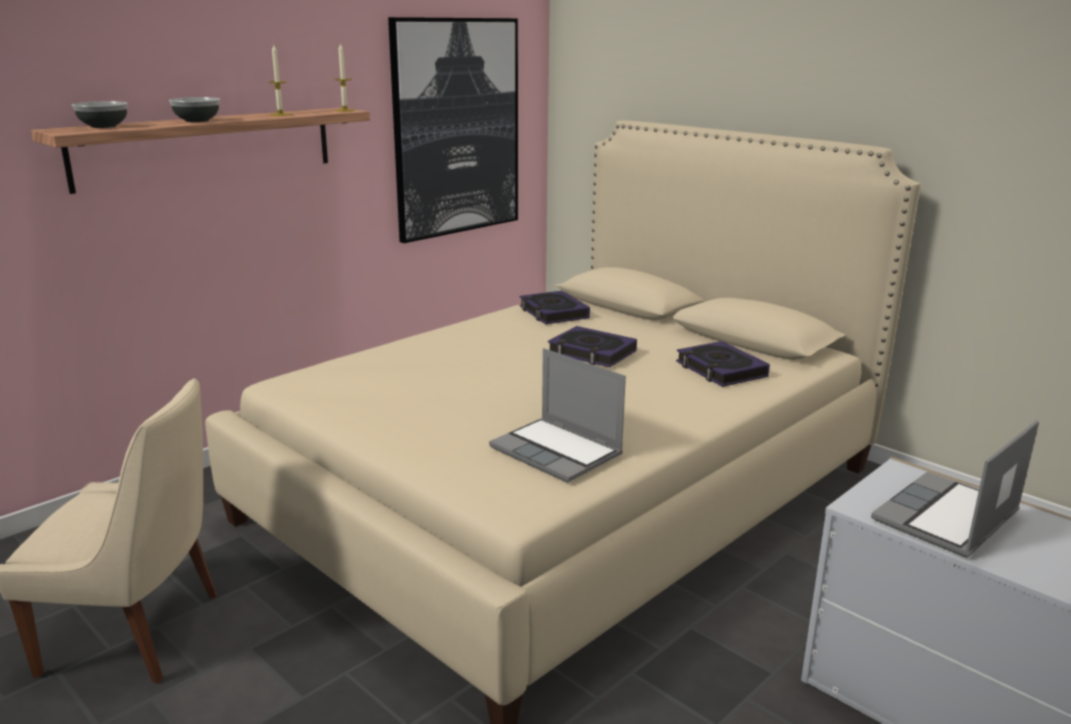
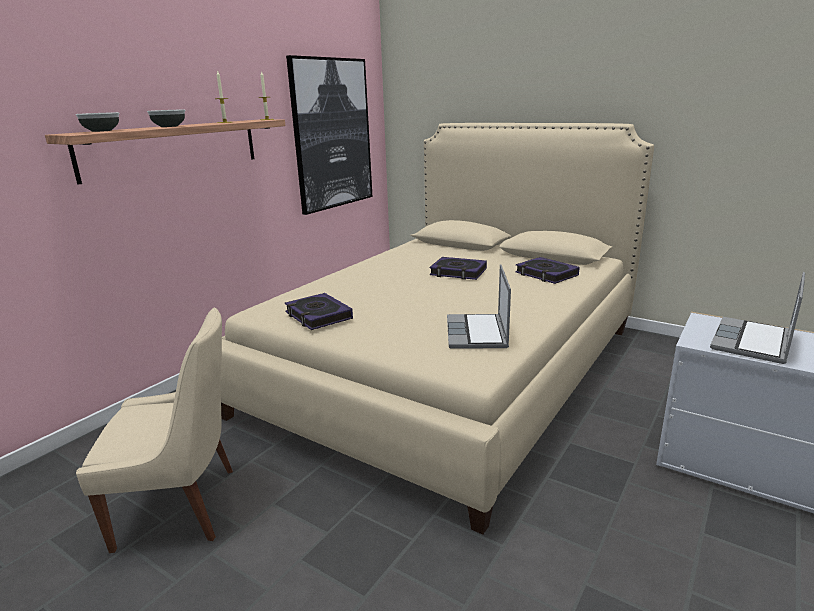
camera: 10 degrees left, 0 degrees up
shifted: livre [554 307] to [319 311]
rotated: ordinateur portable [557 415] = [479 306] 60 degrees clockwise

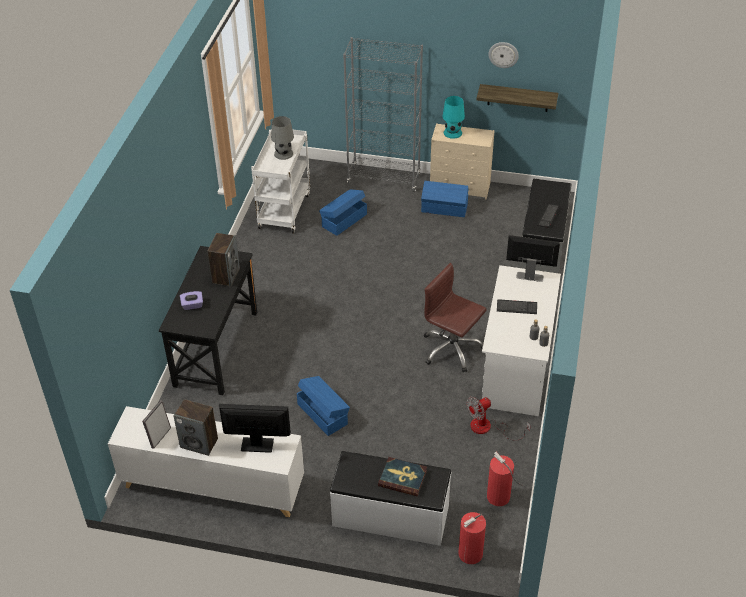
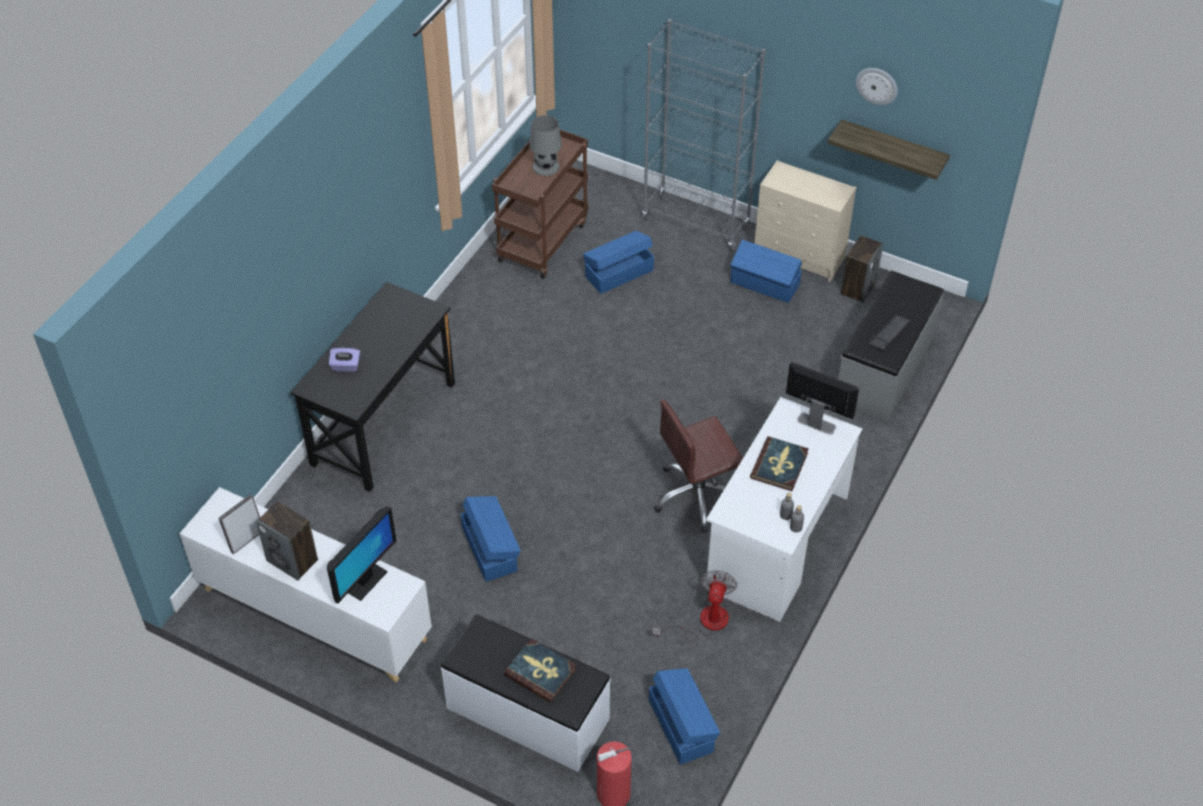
camera: 15 degrees right, 5 degrees up
gone: lampe de table [turquoise] [453 117]
shifted: enceinte [223 260] to [862 269]
swapped: clavier [517 306] to livre [779 463]; extincteur [505 479] to boîte de rangement [bleu] [684 716]
repainted: chariot [blanc] [280 182] to chariot [marron] [540 204]
rotated: chaise de bureau [marron] [455 317] = [698 466] 75 degrees counterclockwise; ventilateur [499 419] = [694 606] 120 degrees clockwise; écran d'ordinateur [255 428] = [362 555] 105 degrees clockwise

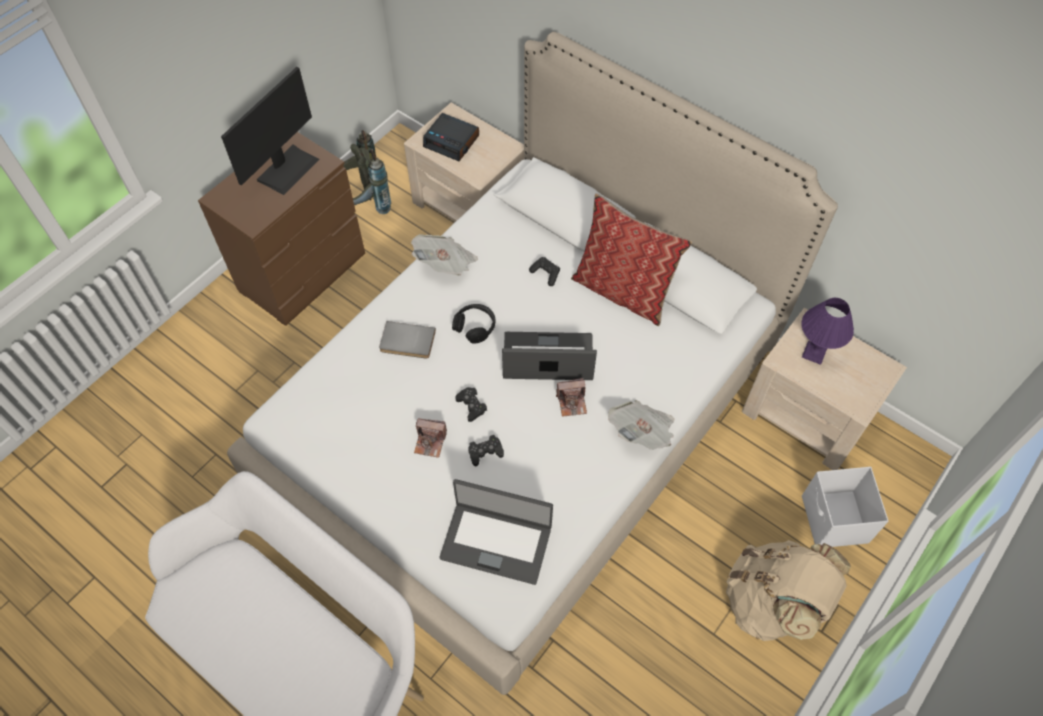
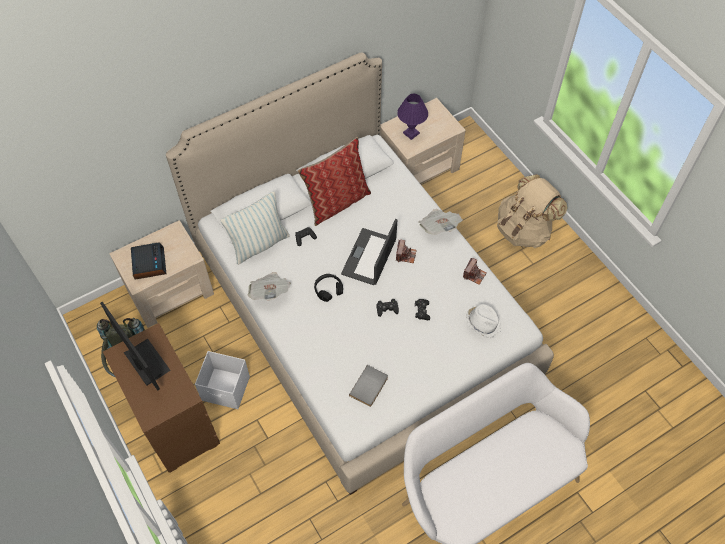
camera: 70 degrees left, 0 degrees up
new: coussin [255 228]
shifted: livre [gris] [407 340] to [368 386]; appareil photo [430 438] to [474 271]; boîte de rangement [blanc] [845 507] to [222 380]
swapped: ordinateur portable [496 532] to chapeau [blanc] [483 321]
rotated: réveil [451 137] = [148 261] 60 degrees counterclockwise

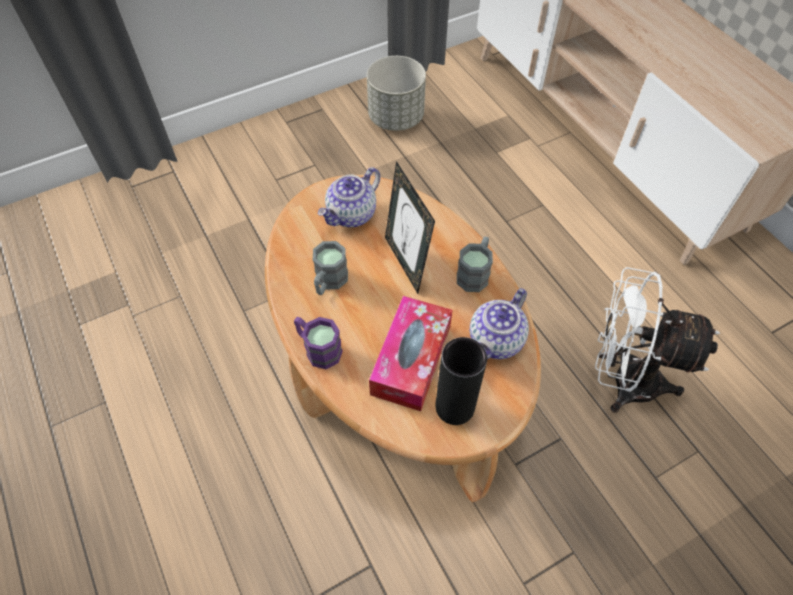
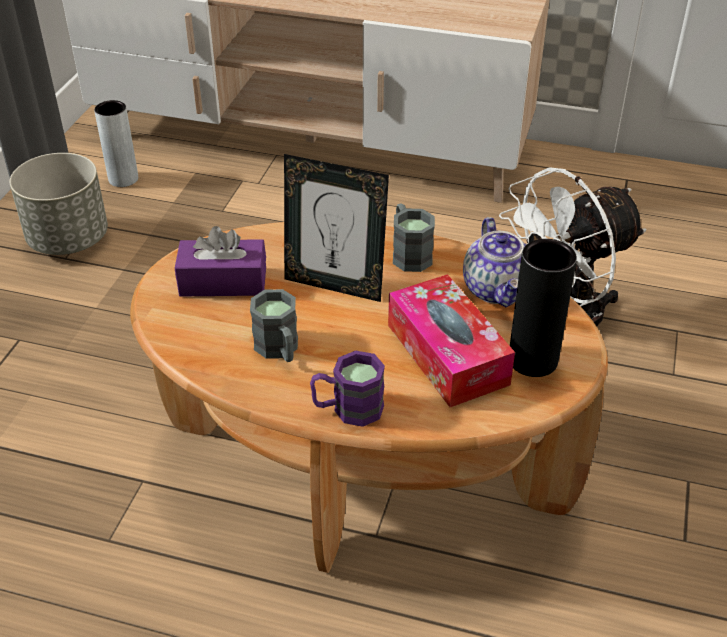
camera: 45 degrees left, 15 degrees down
new: vase [gris] [116 143]
swapped: théière [349 197] to boîte à mouchoirs [violet] [220 261]

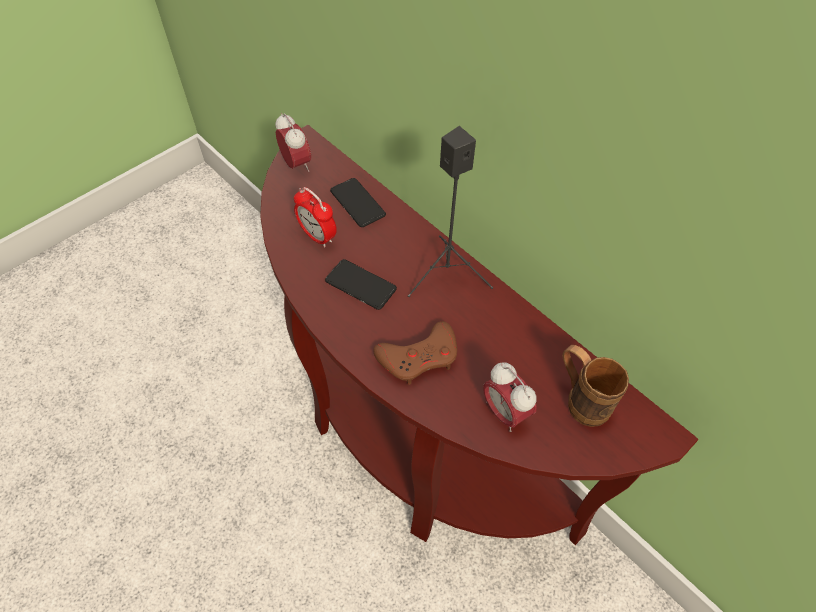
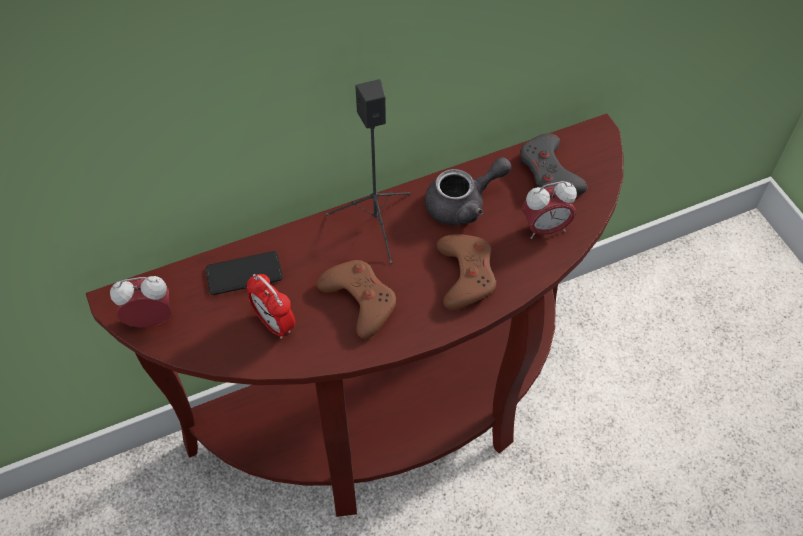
camera: 70 degrees left, 0 degrees up
new: théière [gris] [468 191]
swapped: téléphone [361 284] to manette [marron] [356 299]; mug [marron] [595 386] to manette [gris] [554 164]
rotated: réveil [315 217] = [271 306] 75 degrees clockwise

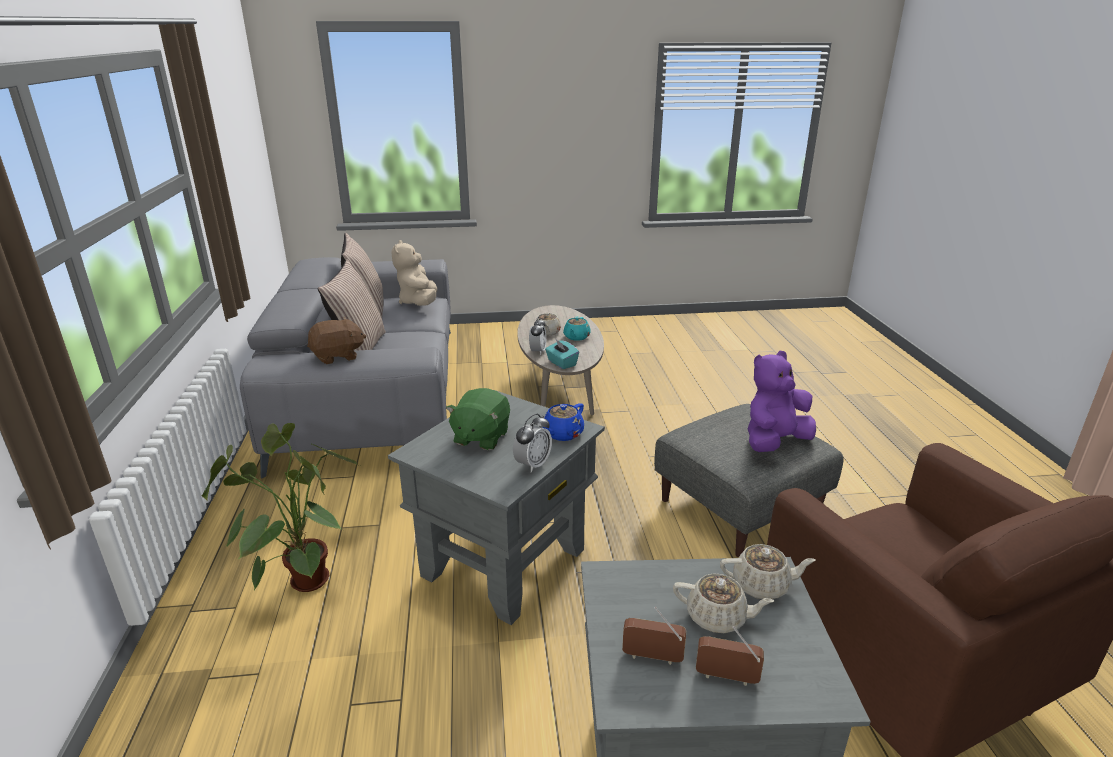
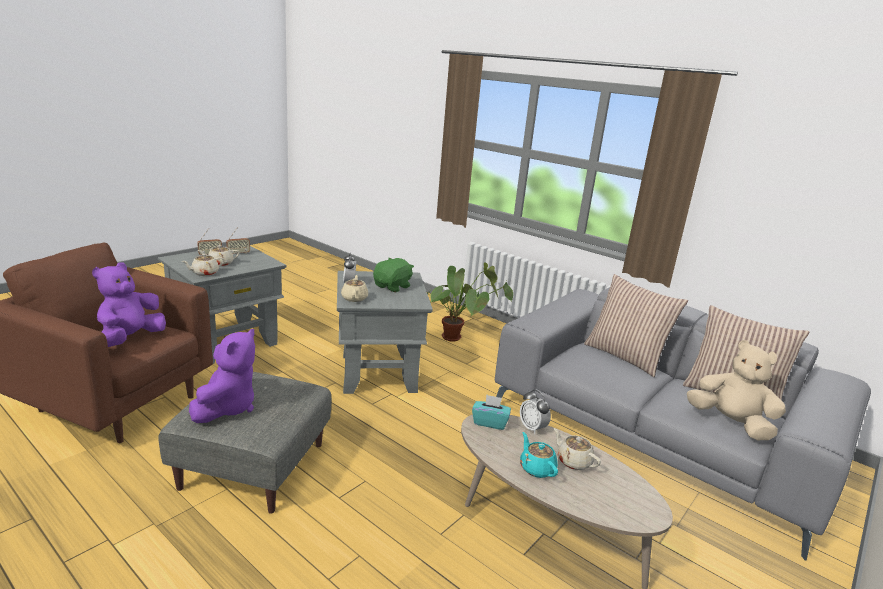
camera: 135 degrees right, 5 degrees down
gone: peluche [marron] [336 340]
new: peluche [violet] [129 305]
repainted: théière [bleu] [563 422] to théière [beige] [354 288]
rotated: peluche [vert] [478 419] = [393 275] 60 degrees clockwise

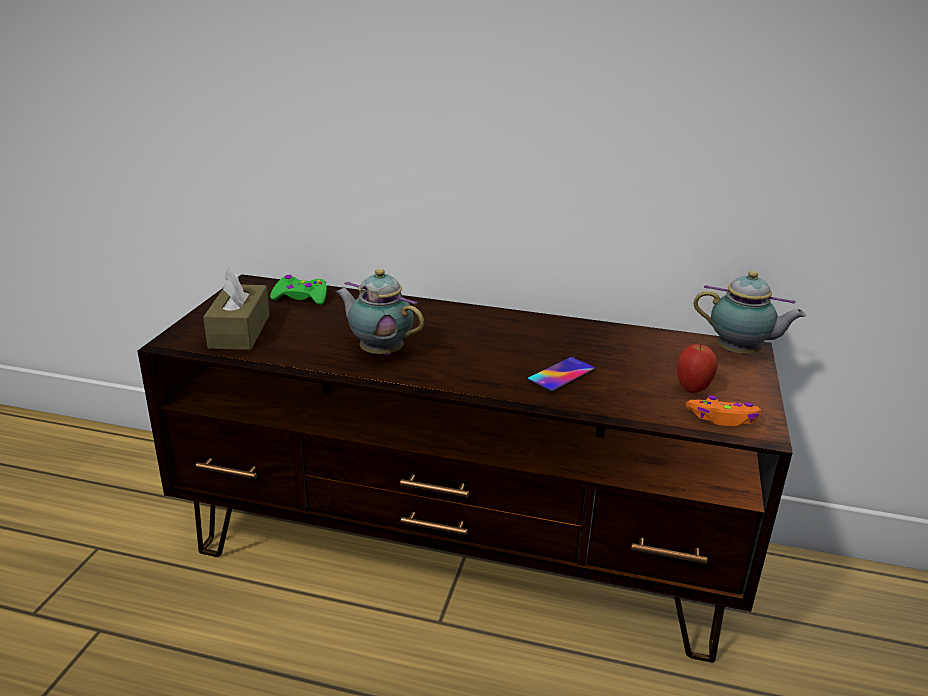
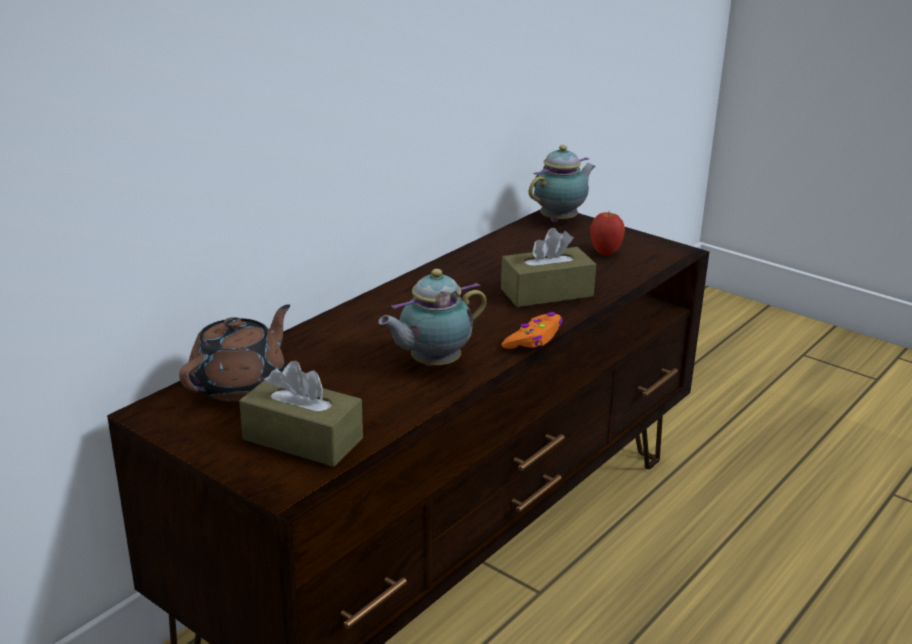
camera: 65 degrees left, 0 degrees up
shifted: manette [orange] [723 410] to [532 330]
swapped: manette [vert] [298 290] to théière [marron] [234 353]; téléphone [561 374] to boîte à mouchoirs [marron] [548 267]

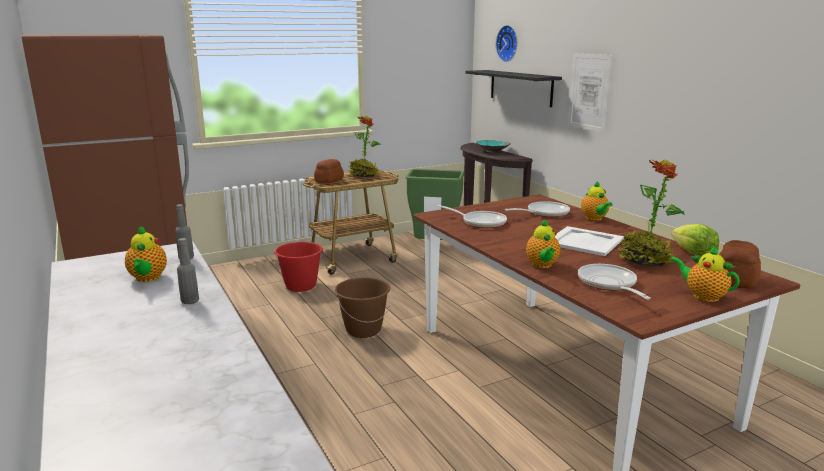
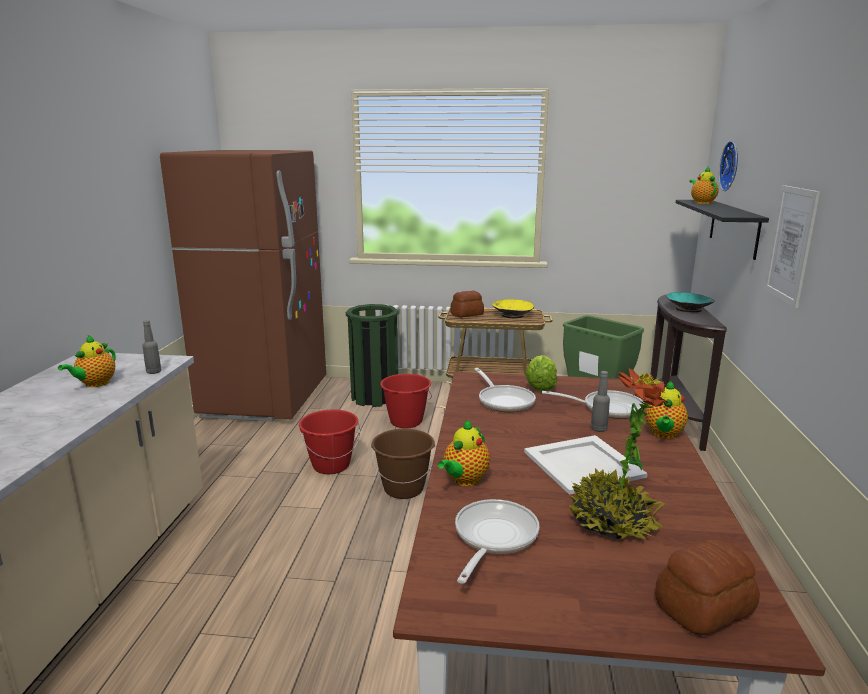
camera: 35 degrees right, 0 degrees up
new: poubelle [vert] [372 355]; seau [rouge] [329 442]
shifted: laitue [695 240] to [541 373]; bouteille [gris] [188 271] to [600 401]; théière [705 273] to [704 185]
swapped: plante en pot [364 146] to bol [jaune] [513 308]

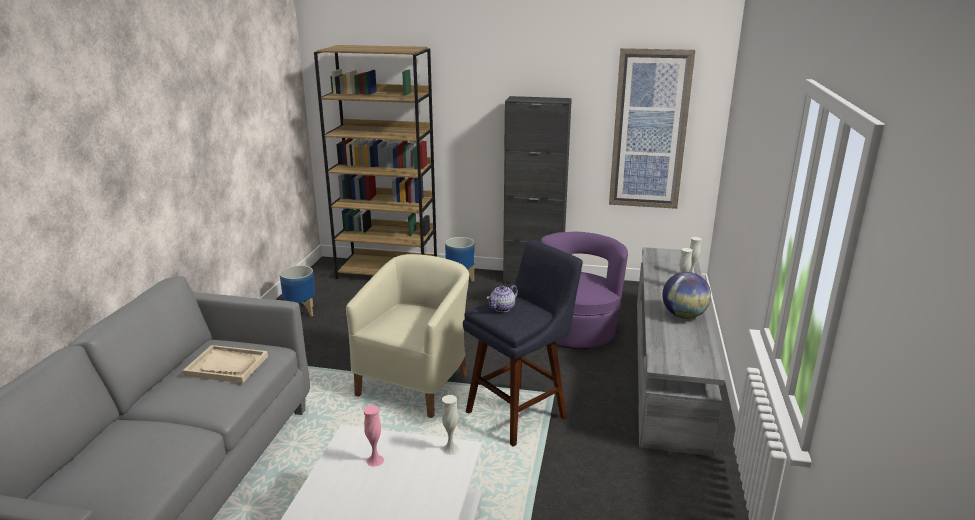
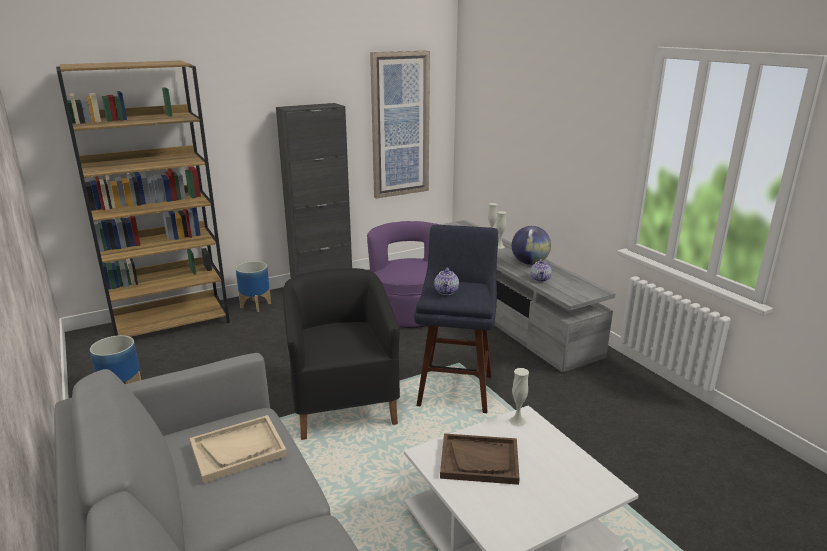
camera: 40 degrees left, 0 degrees up
new: théière [541 270]
swapped: vase [rose] [374 436] to plateau [marron] [480 459]
repainted: fauteuil [beige] [407 336] to fauteuil [noir] [341 354]

